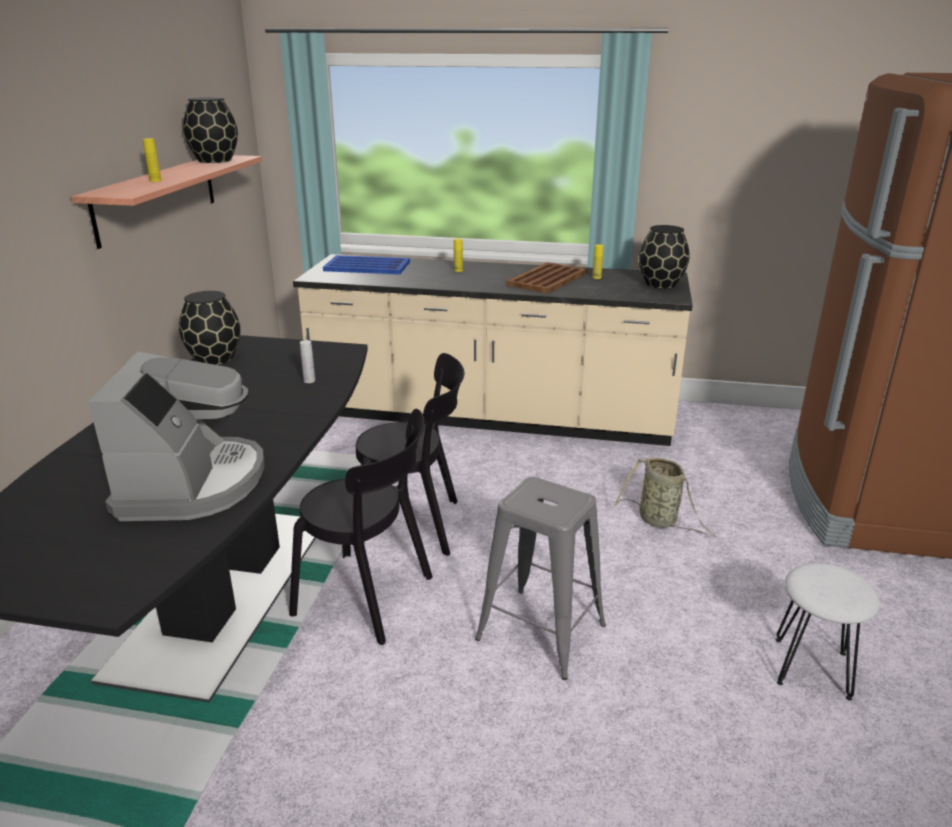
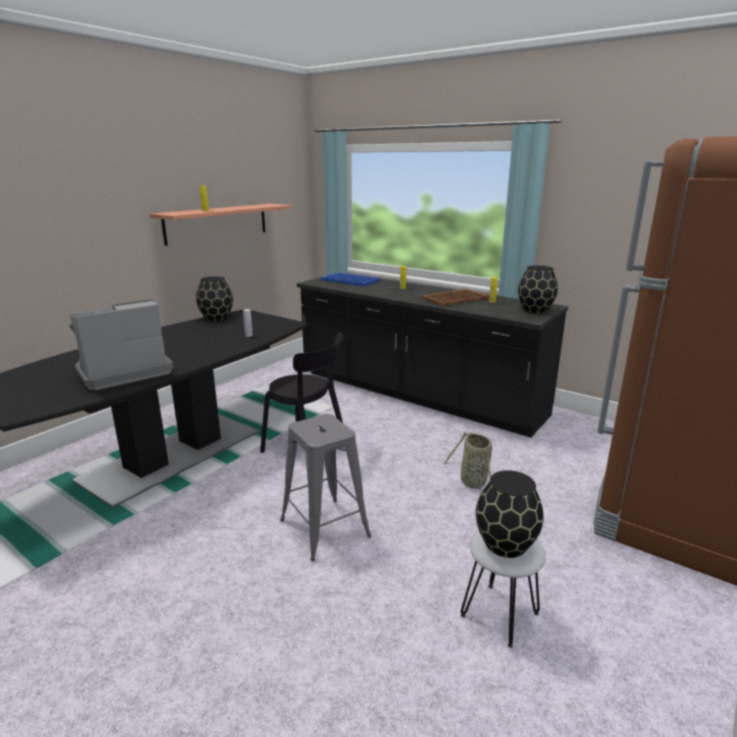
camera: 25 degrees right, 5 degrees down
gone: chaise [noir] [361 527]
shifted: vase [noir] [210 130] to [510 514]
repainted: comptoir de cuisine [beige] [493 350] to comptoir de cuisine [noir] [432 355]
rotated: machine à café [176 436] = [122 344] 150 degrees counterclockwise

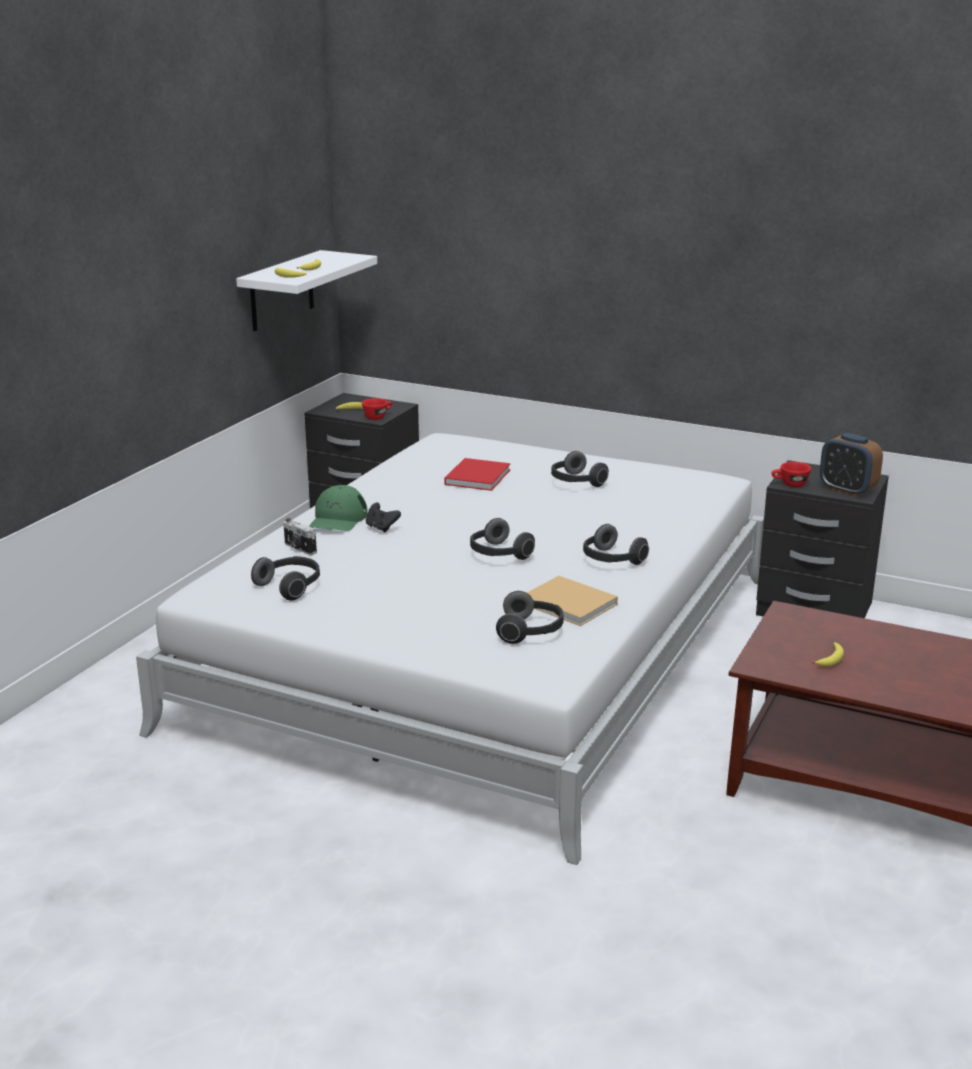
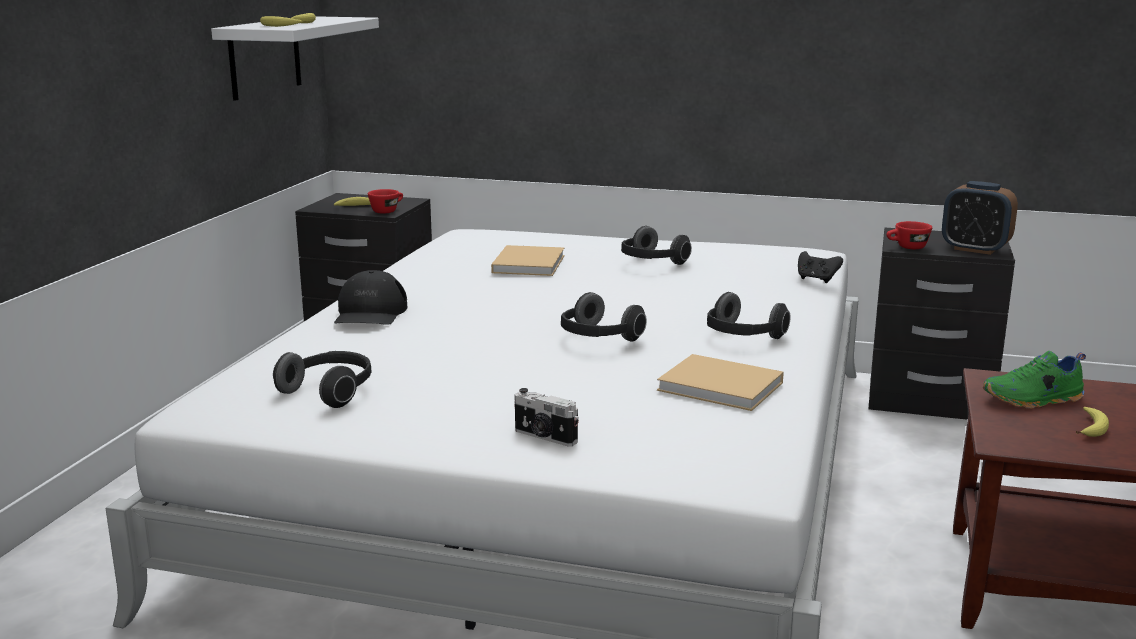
camera: 10 degrees left, 5 degrees down
gone: casque audio [530 617]
new: chaussure [vert] [1034 380]
shifted: manette [noir] [383 518] to [820 267]; appareil photo [300 536] to [546 417]
repainted: livre [rouge] [477 474] to livre [beige] [527 260]; casquette [vert] [338 508] to casquette [noir] [370 297]

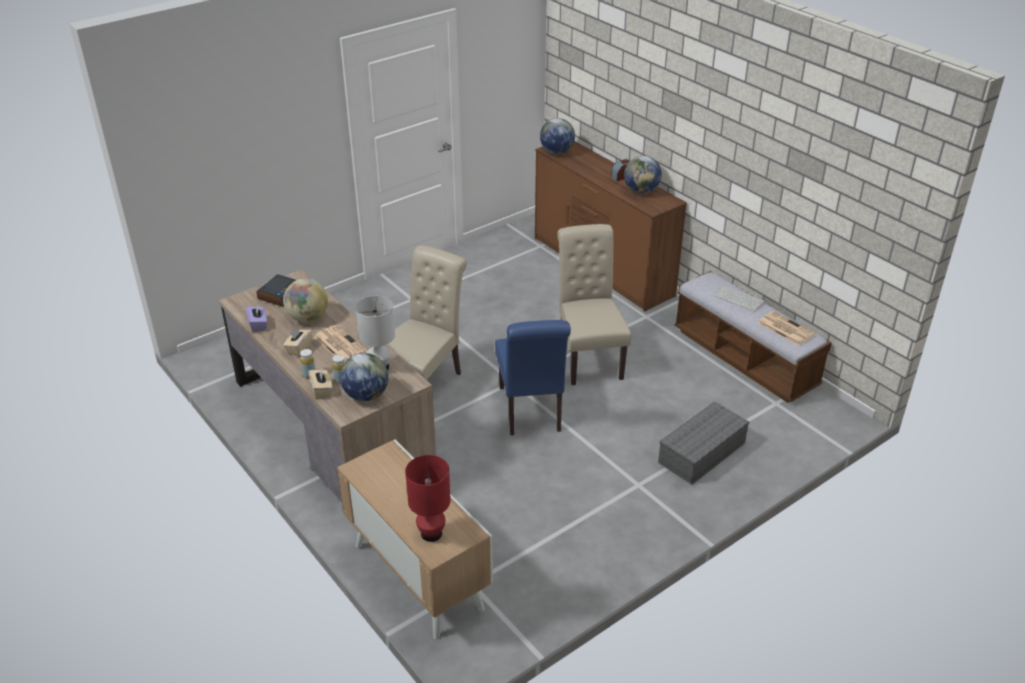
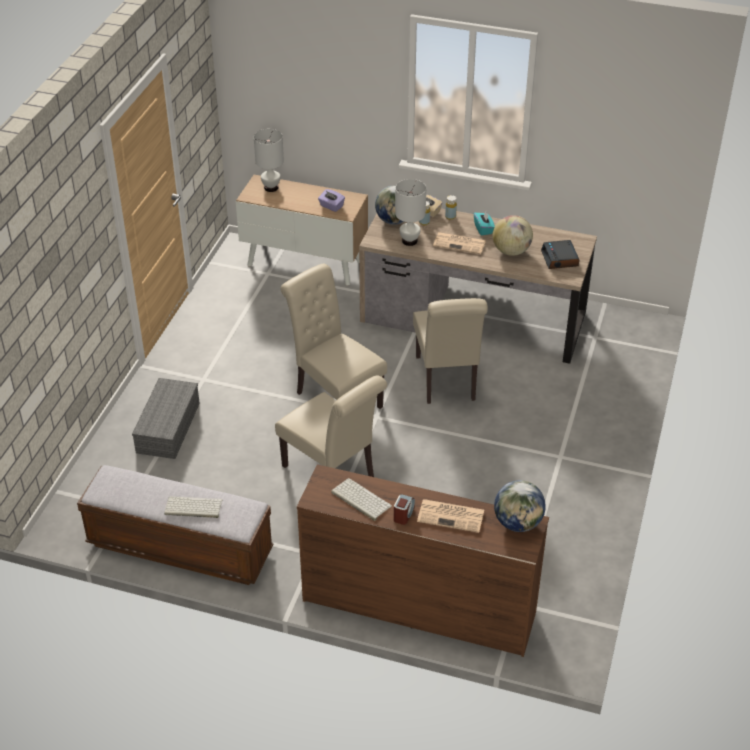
camera: 145 degrees right, 5 degrees up
shifted: boîte à mouchoirs [violet] [256 318] to [331 200]; journal [786 328] to [450 516]
swapped: globe [643 175] to clavier [361 499]
repainted: chaise [bleu] [533 377] to chaise [beige] [333 336]; boîte à mouchoirs [beige] [297 341] to boîte à mouchoirs [turquoise] [484 223]; lampe de table [rouge] [428 498] to lampe de table [blanc] [269 160]

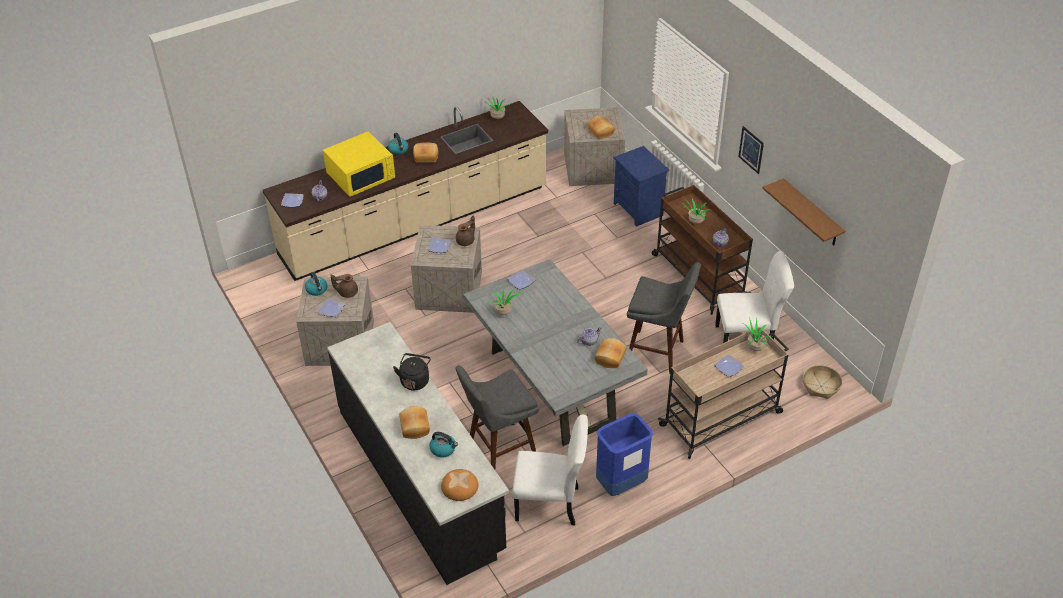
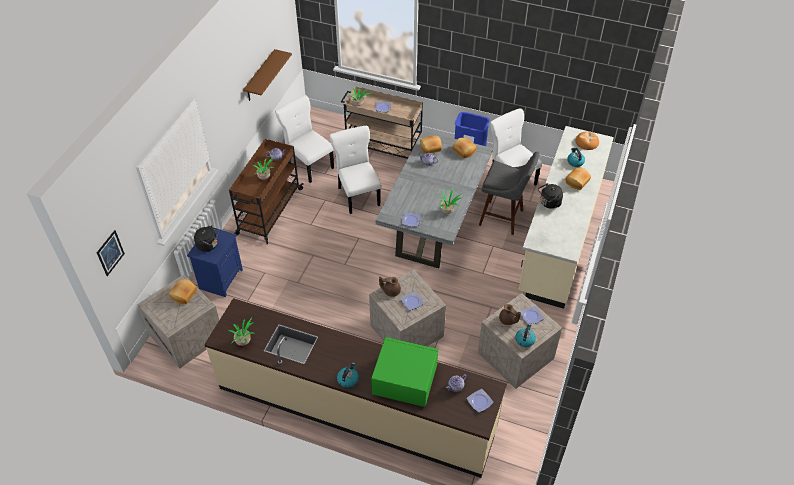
camera: 130 degrees left, 5 degrees up
gone: panier [822 382]
new: bouilloire [noir] [206 238]
shifted: tableau [751 150] to [111 253]; pain [425 152] to [464 148]
swapped: tabouret [gris] [664 318] to chaise [blanc] [355 170]
repainted: micro-ondes [jaune] [359 164] to micro-ondes [vert] [404 372]; comptoir de cuisine [noir] [418 453] to comptoir de cuisine [beige] [566 217]

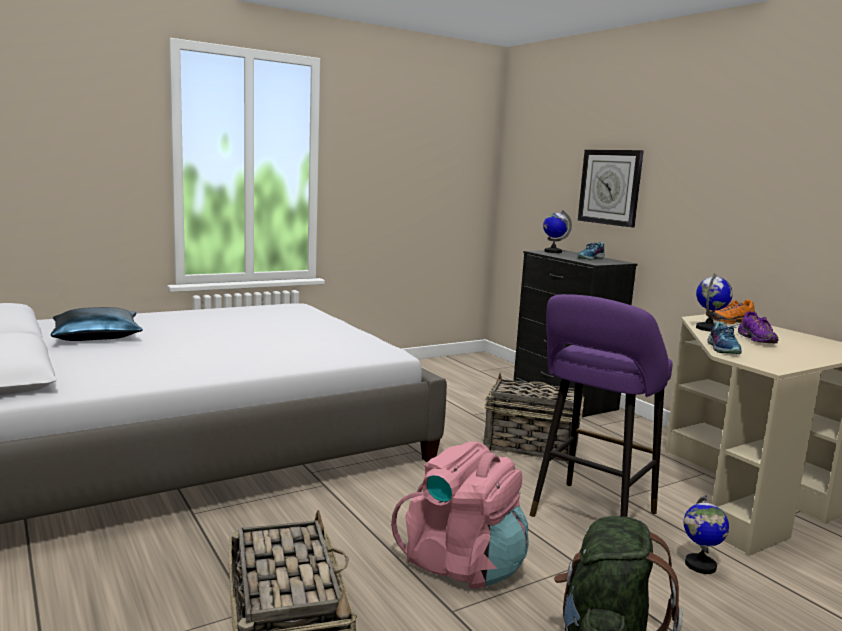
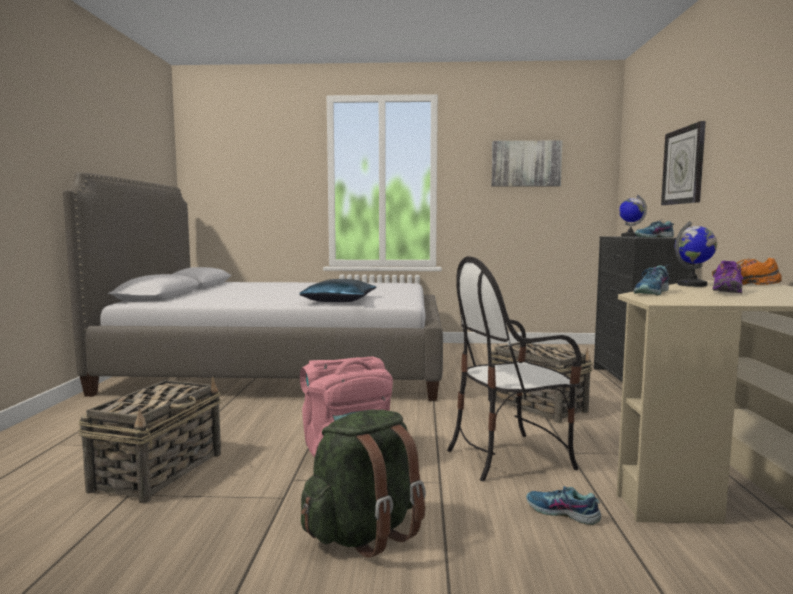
camera: 35 degrees right, 5 degrees down
new: tableau [527 164]
shifted: coussin [bleu] [97 324] to [337 290]
swapped: tabouret [violet] [601 405] to chaise [514 368]; globe [706 534] to chaussure [563 505]

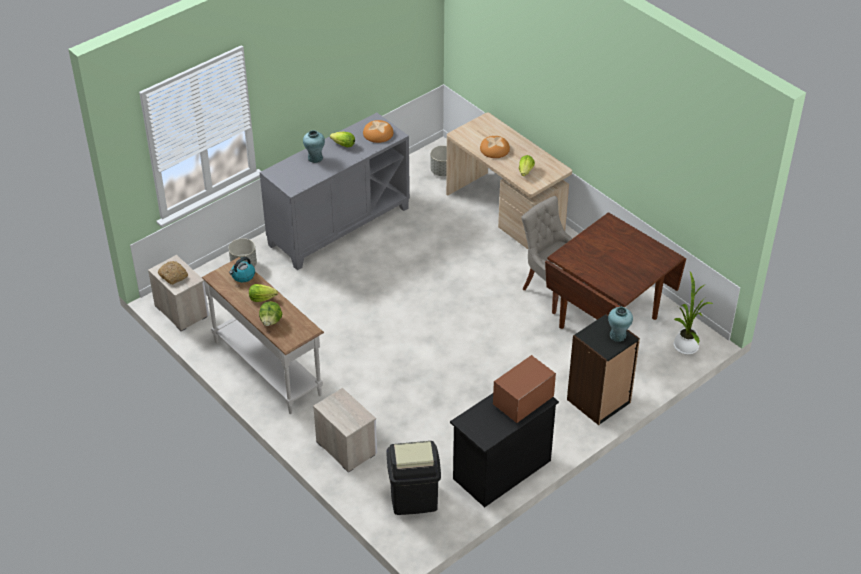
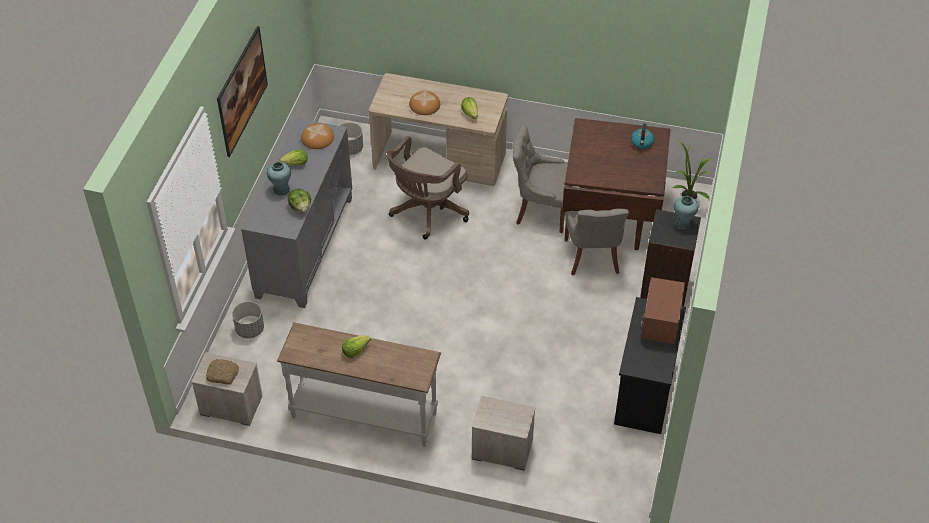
camera: 35 degrees left, 5 degrees up
gone: poubelle [noir] [414 478]
new: tableau [242 91]; chaise de bureau [marron] [428 188]; chaise [gris] [597 242]
shifted: bouilloire [242 269] to [643 136]; laitue [270 313] to [299 200]

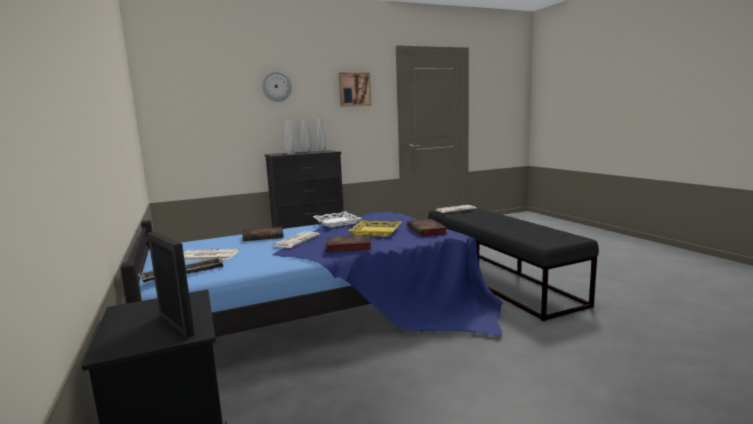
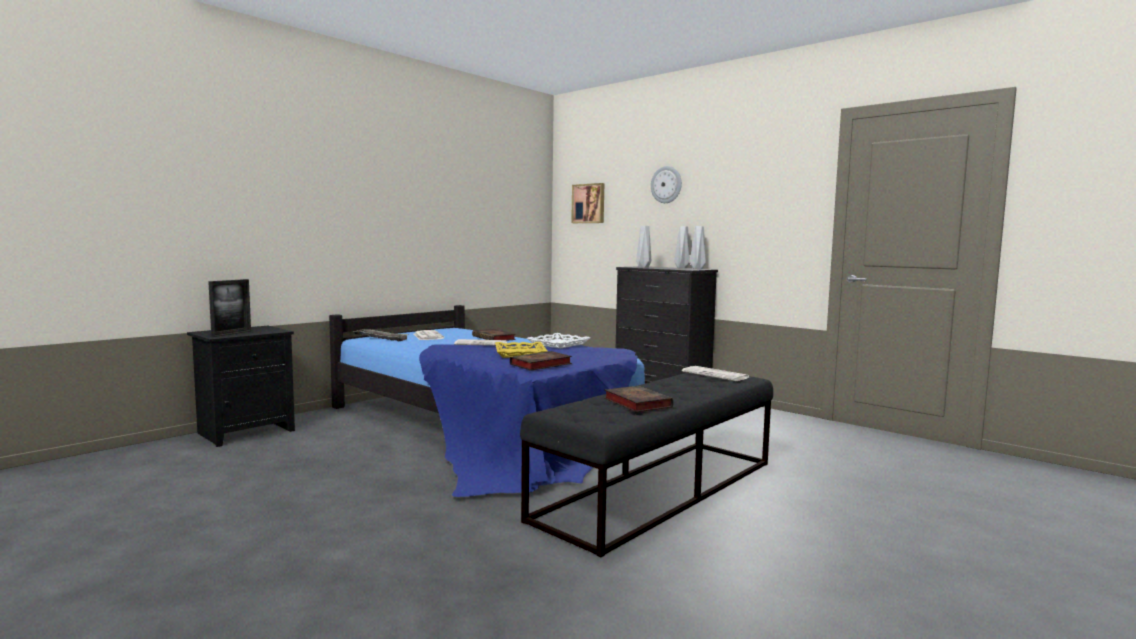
camera: 65 degrees right, 5 degrees down
shifted: tableau [354 90] to [587 203]; livre [348 243] to [638 399]

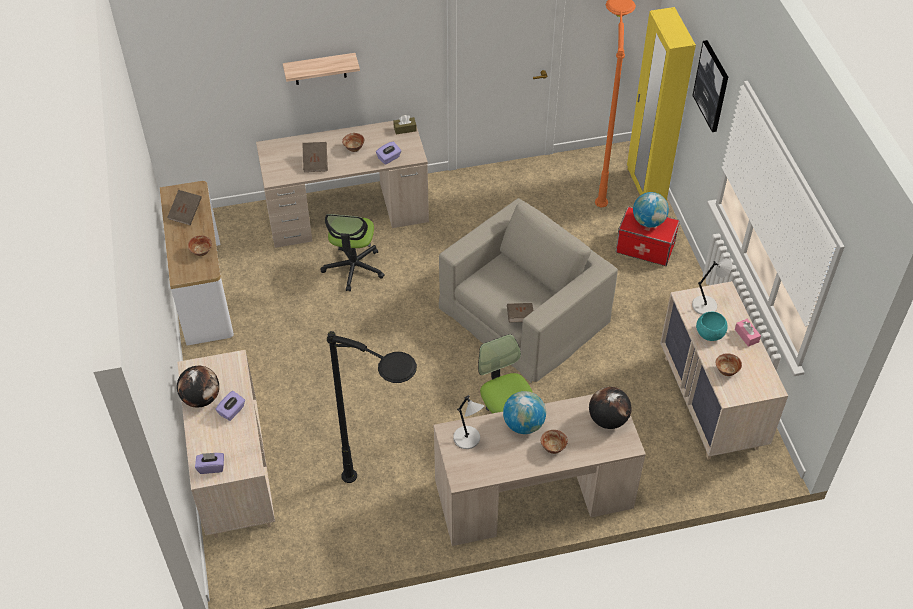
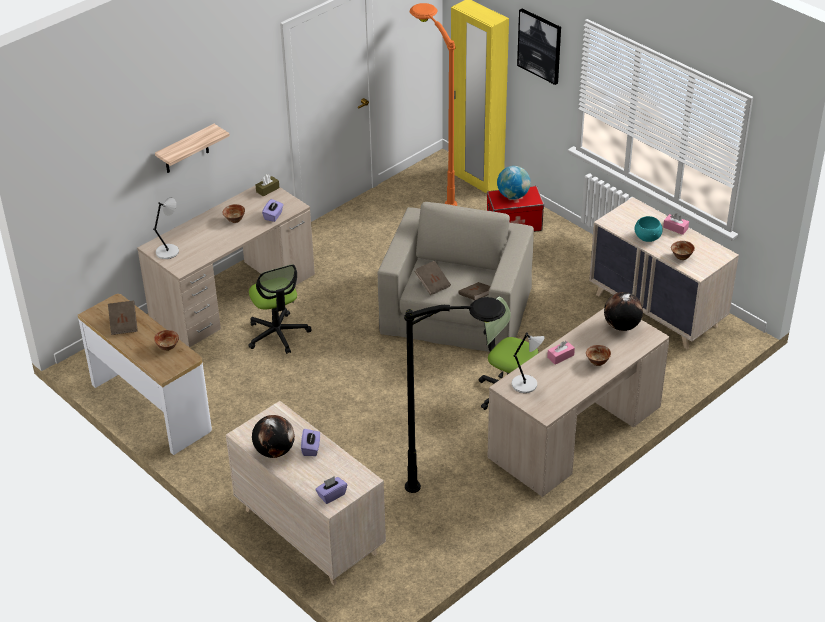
camera: 30 degrees left, 10 degrees down
shifted: livre [marron] [315 157] to [432 278]; lampe de table [gris] [712 286] to [166 228]
swapped: globe [524 412] to boîte à mouchoirs [rose] [561 353]

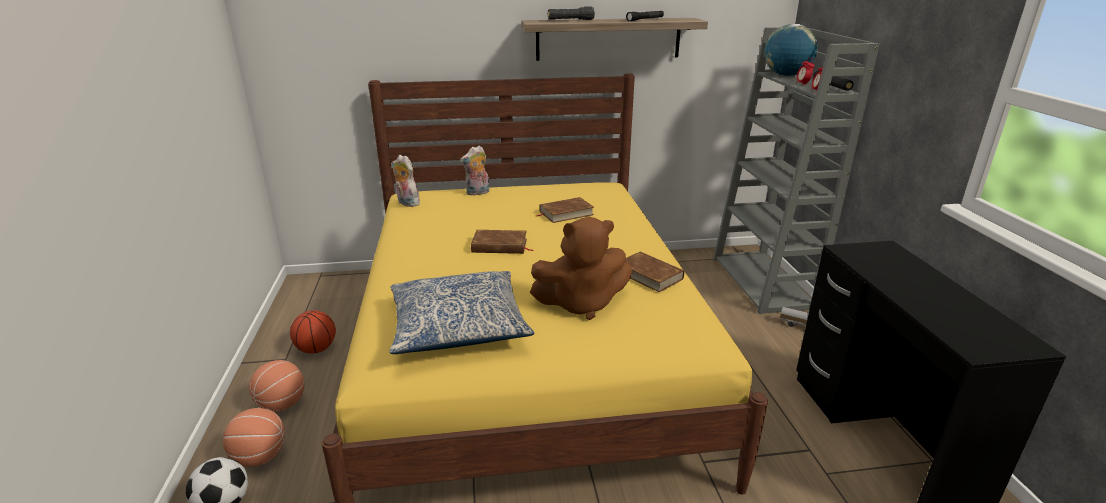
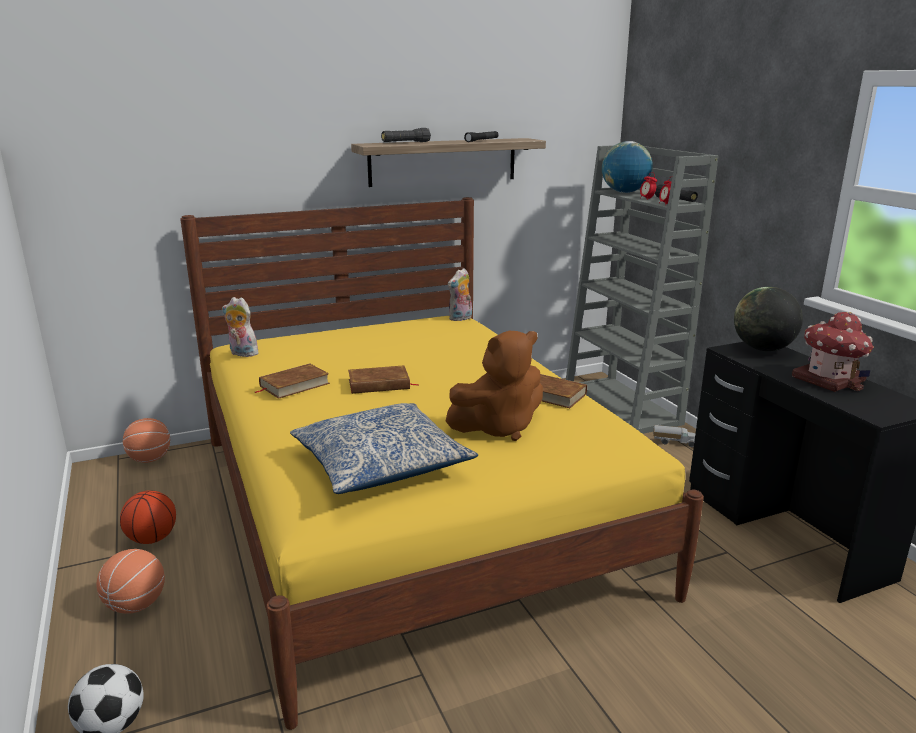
camera: 15 degrees left, 5 degrees down
new: globe [768 319]; maison miniature [833 352]
shifted: peluche [474 171] to [460 294]; livre [marron] [564 210] to [292 381]; ballon de basket [254 437] to [146 440]

